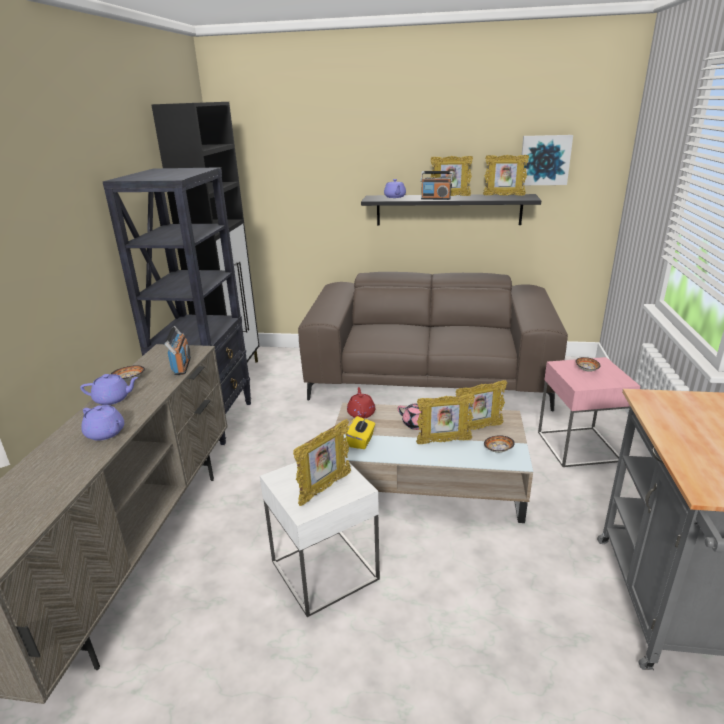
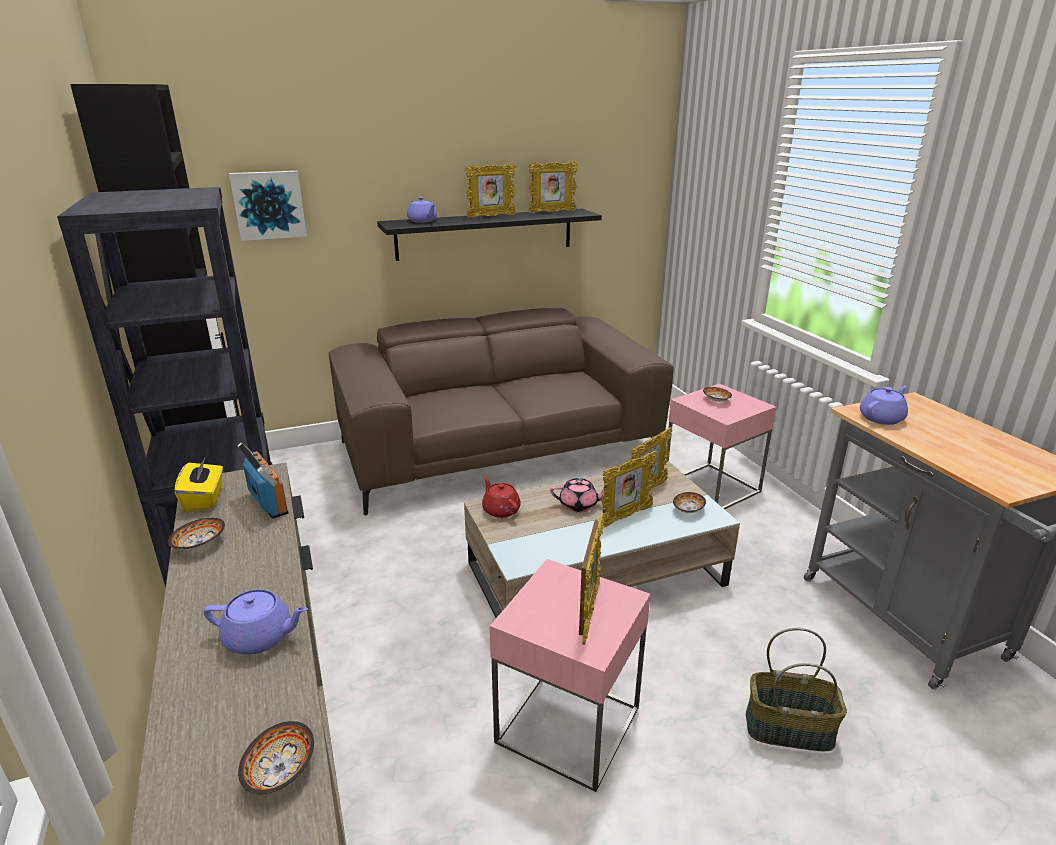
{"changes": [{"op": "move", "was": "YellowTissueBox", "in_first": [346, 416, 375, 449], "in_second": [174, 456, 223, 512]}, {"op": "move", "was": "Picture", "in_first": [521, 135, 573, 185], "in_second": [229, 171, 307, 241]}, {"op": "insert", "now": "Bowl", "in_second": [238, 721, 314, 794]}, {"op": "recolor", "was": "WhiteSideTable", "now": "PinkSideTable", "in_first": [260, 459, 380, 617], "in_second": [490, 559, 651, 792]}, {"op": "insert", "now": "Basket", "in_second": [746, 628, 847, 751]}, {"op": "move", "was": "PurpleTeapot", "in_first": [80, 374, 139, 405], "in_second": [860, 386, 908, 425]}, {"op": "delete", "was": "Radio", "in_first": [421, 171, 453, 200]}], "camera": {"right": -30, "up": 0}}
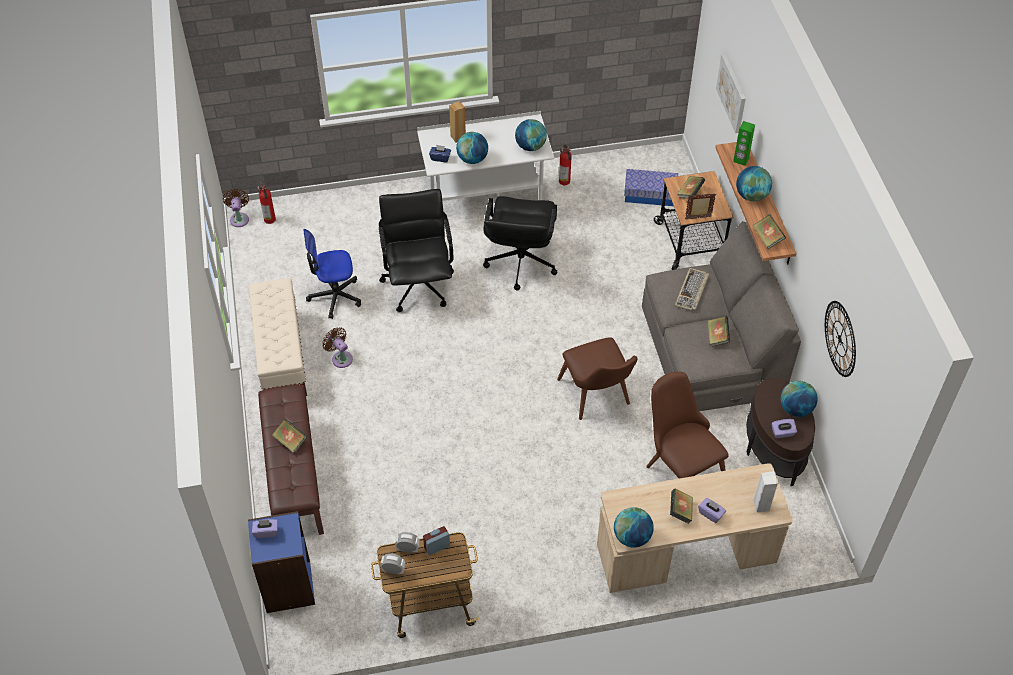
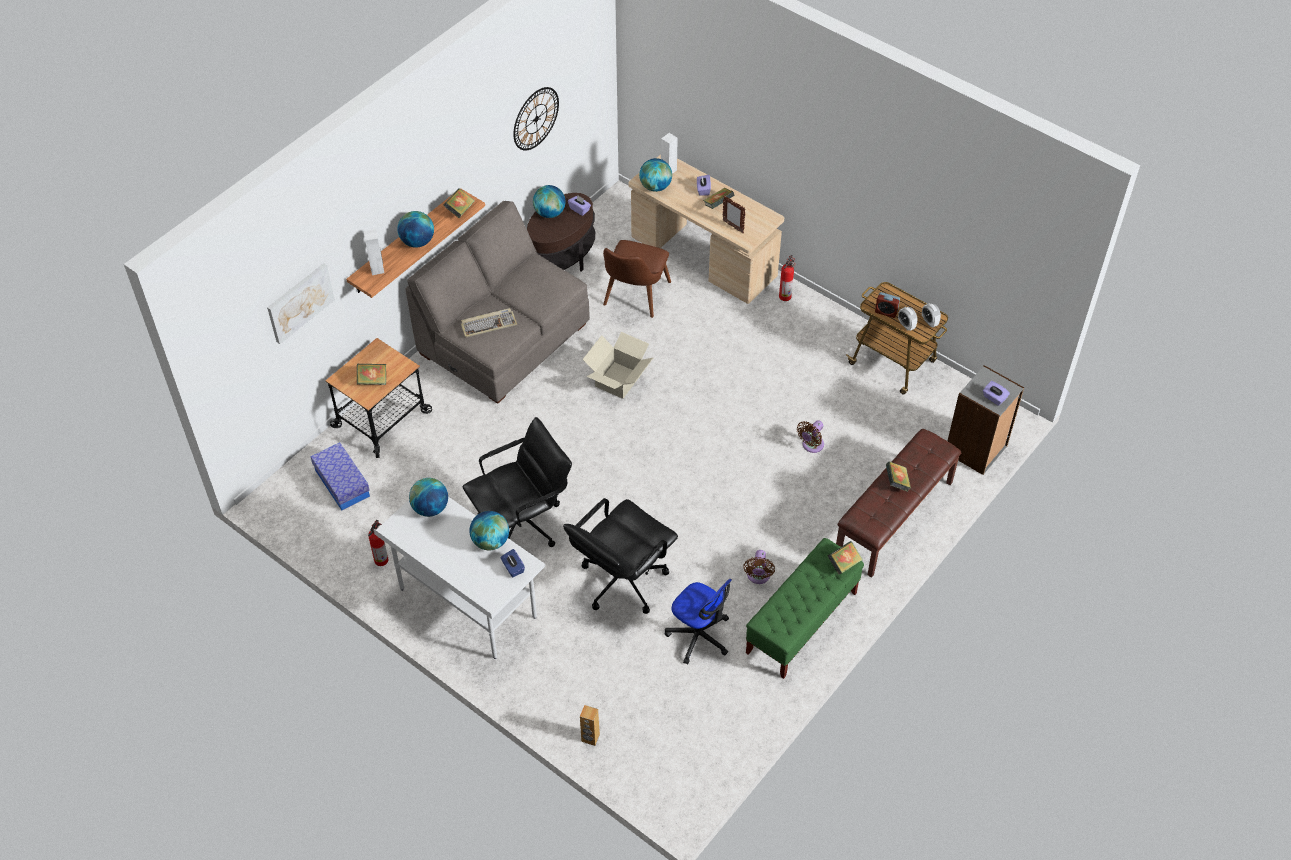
{"changes": [{"op": "recolor", "was": "GreenSpeaker", "now": "WhiteSpeaker", "in_first": [733, 121, 755, 166], "in_second": [364, 229, 384, 275]}, {"op": "move", "was": "BrownSpeaker", "in_first": [449, 101, 466, 142], "in_second": [580, 705, 600, 746]}, {"op": "replace", "was": "BrownChair", "now": "CardboardBox", "in_first": [557, 337, 638, 420], "in_second": [582, 332, 653, 399]}, {"op": "move", "was": "Globe", "in_first": [614, 507, 654, 548], "in_second": [639, 158, 672, 192]}, {"op": "move", "was": "PictureFrame", "in_first": [685, 193, 716, 220], "in_second": [722, 196, 746, 234]}, {"op": "recolor", "was": "BeigeBench", "now": "GreenBench", "in_first": [248, 278, 307, 396], "in_second": [746, 538, 864, 679]}, {"op": "move", "was": "FireExtinguisher", "in_first": [257, 182, 276, 224], "in_second": [779, 255, 795, 301]}, {"op": "move", "was": "BrownFan", "in_first": [223, 188, 249, 227], "in_second": [797, 420, 824, 453]}, {"op": "move", "was": "Book", "in_first": [707, 316, 730, 347], "in_second": [828, 541, 863, 575]}, {"op": "recolor", "was": "BlueBookcase", "now": "GreyBookcase", "in_first": [248, 511, 315, 613], "in_second": [948, 365, 1024, 475]}], "camera": {"right": -130, "up": 0}}
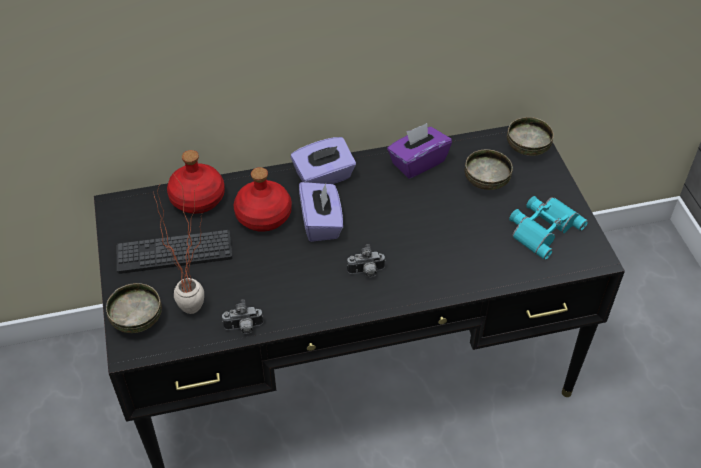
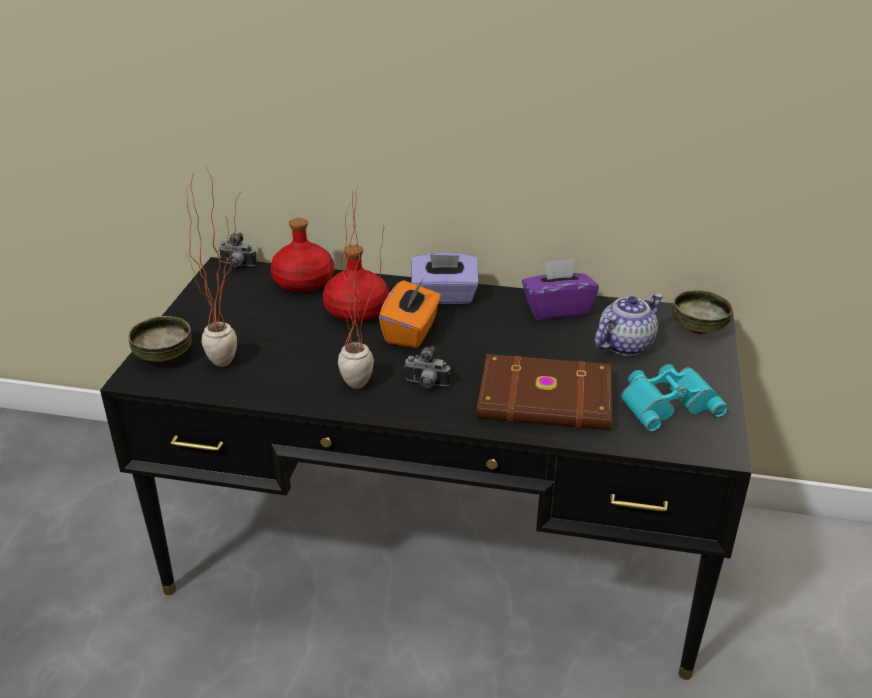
{"changes": [{"op": "move", "was": "PhotoCamera", "in_first": [222, 299, 264, 334], "in_second": [218, 233, 257, 267]}, {"op": "insert", "now": "PottedPlant", "in_second": [328, 185, 384, 389]}, {"op": "recolor", "was": "PurpleTissueBox", "now": "OrangeTissueBox", "in_first": [299, 182, 343, 242], "in_second": [379, 280, 441, 348]}, {"op": "insert", "now": "BrownBook", "in_second": [477, 354, 612, 430]}, {"op": "replace", "was": "Bowl", "now": "Teapot", "in_first": [464, 149, 513, 190], "in_second": [595, 294, 663, 356]}, {"op": "delete", "was": "Keyboard", "in_first": [117, 230, 233, 274]}], "camera": {"right": 25, "up": -15}}
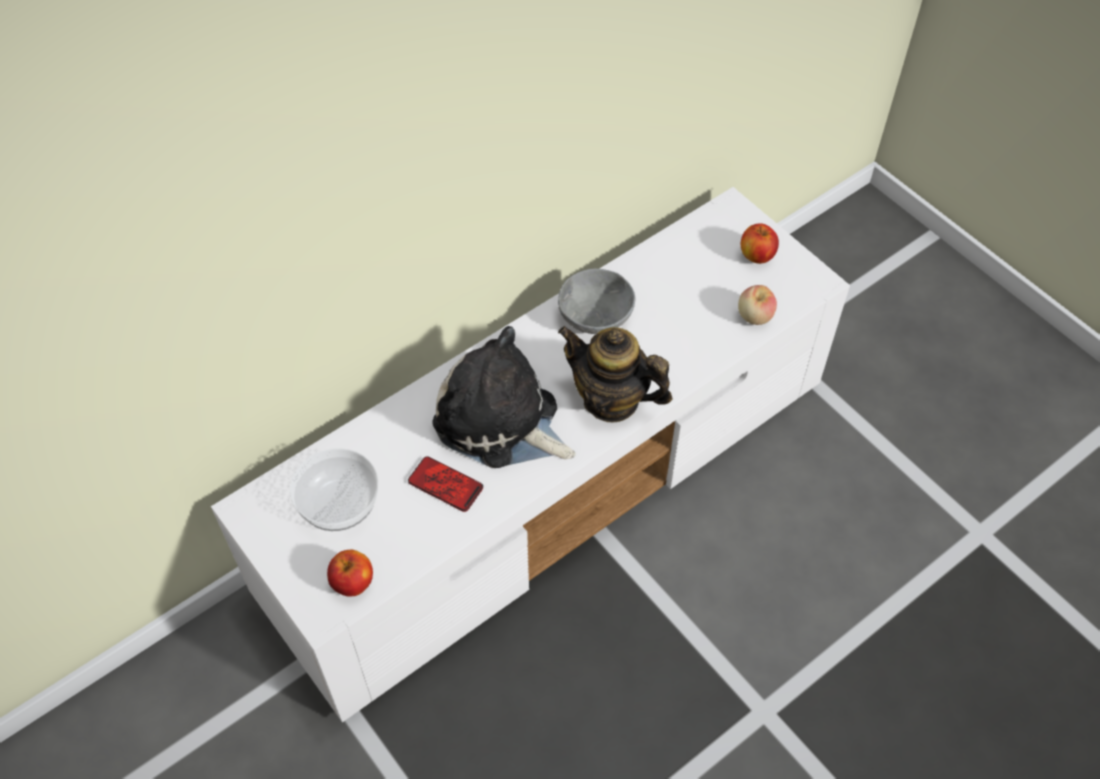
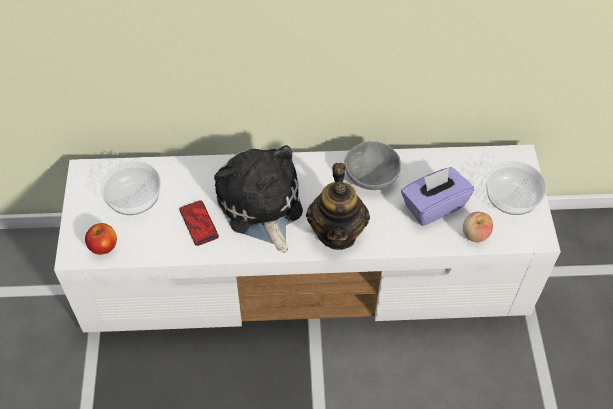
{"changes": [{"op": "rotate", "was": "Teapot", "in_first": [558, 326, 672, 422], "in_second": [306, 163, 370, 250], "clockwise": -150}, {"op": "insert", "now": "PurpleTissueBox", "in_second": [401, 167, 474, 226]}, {"op": "replace", "was": "Apple", "now": "Bowl", "in_first": [741, 223, 779, 264], "in_second": [486, 161, 547, 215]}], "camera": {"right": 35, "up": 0}}
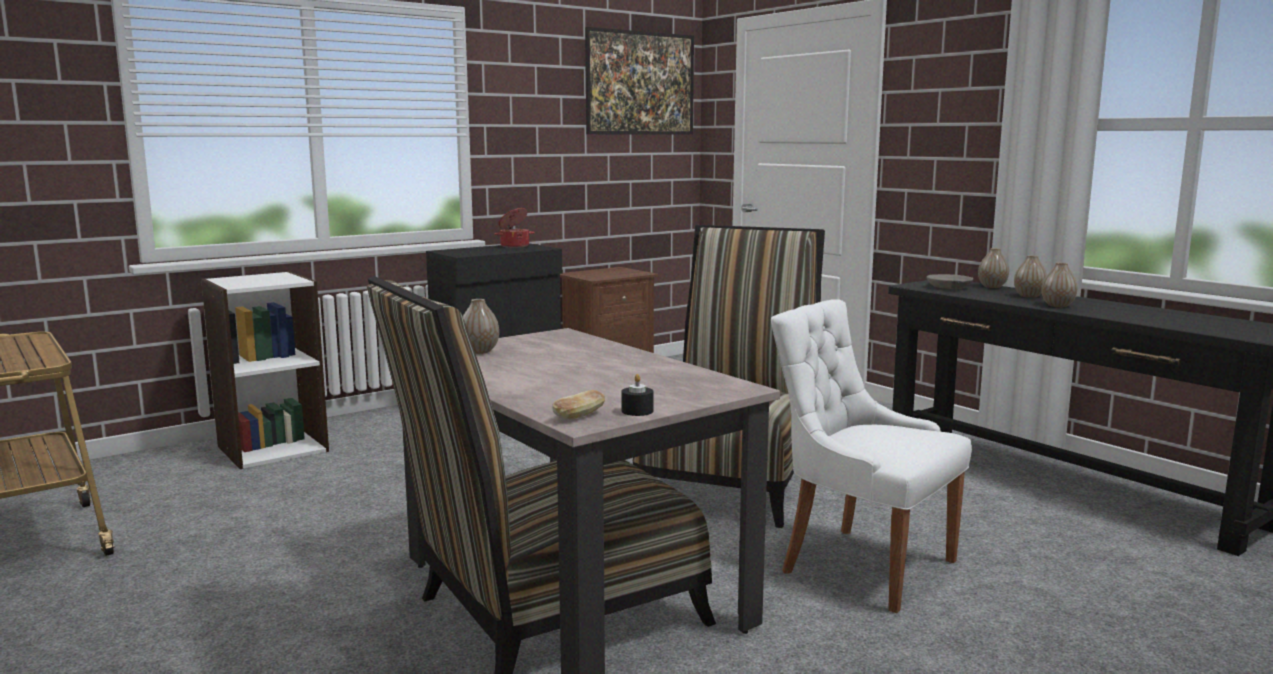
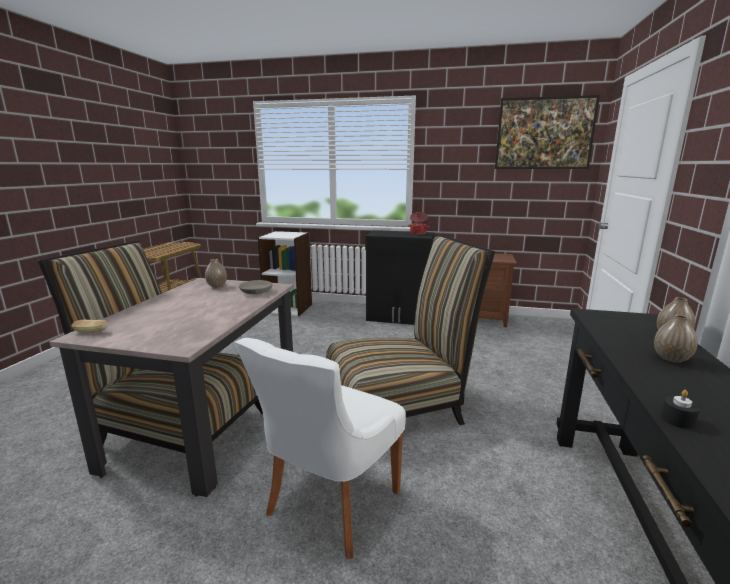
{"changes": [{"op": "rotate", "was": "WhiteChair", "in_first": [771, 299, 972, 613], "in_second": [235, 338, 406, 559], "clockwise": -150}, {"op": "move", "was": "GreyBowl", "in_first": [927, 274, 973, 289], "in_second": [238, 280, 272, 294]}, {"op": "move", "was": "BlackCandle", "in_first": [621, 374, 653, 416], "in_second": [661, 390, 700, 429]}, {"op": "delete", "was": "Vase", "in_first": [1042, 262, 1077, 307]}], "camera": {"right": 50, "up": 5}}
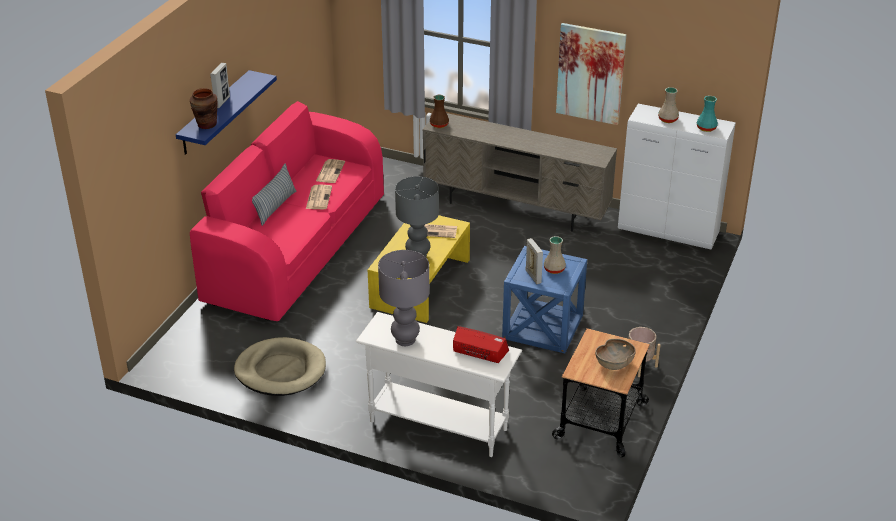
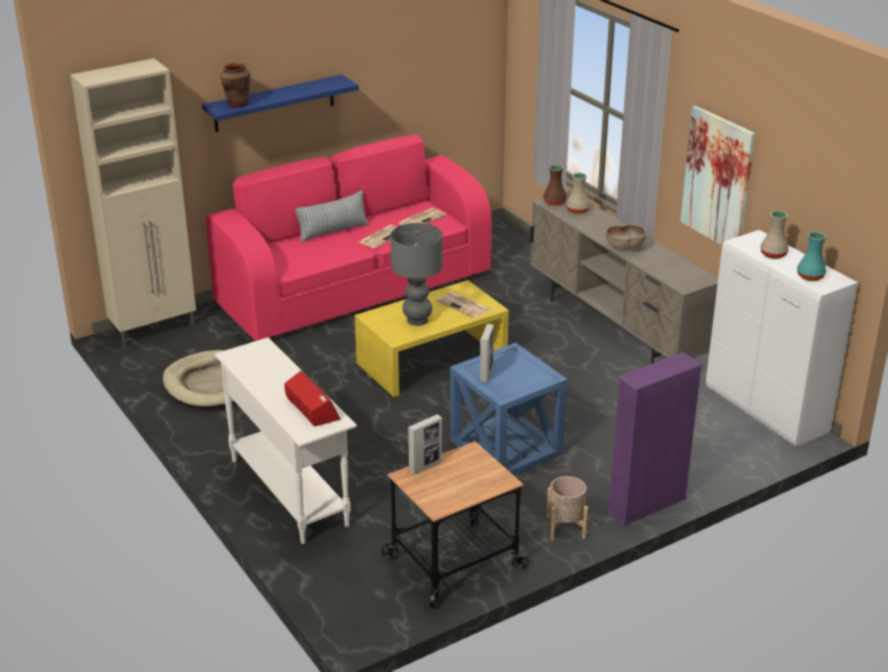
{"changes": [{"op": "insert", "now": "BeigeCabinet", "in_second": [70, 58, 196, 346]}, {"op": "move", "was": "PictureFrame", "in_first": [210, 63, 230, 108], "in_second": [408, 414, 442, 474]}, {"op": "move", "was": "BeigeVase", "in_first": [544, 236, 566, 274], "in_second": [566, 173, 590, 214]}, {"op": "move", "was": "BrownBowl", "in_first": [595, 339, 636, 370], "in_second": [606, 224, 646, 250]}, {"op": "insert", "now": "PurpleBookcase", "in_second": [606, 352, 703, 526]}, {"op": "delete", "was": "GreyTableLamp", "in_first": [378, 250, 430, 346]}], "camera": {"right": 35, "up": -5}}
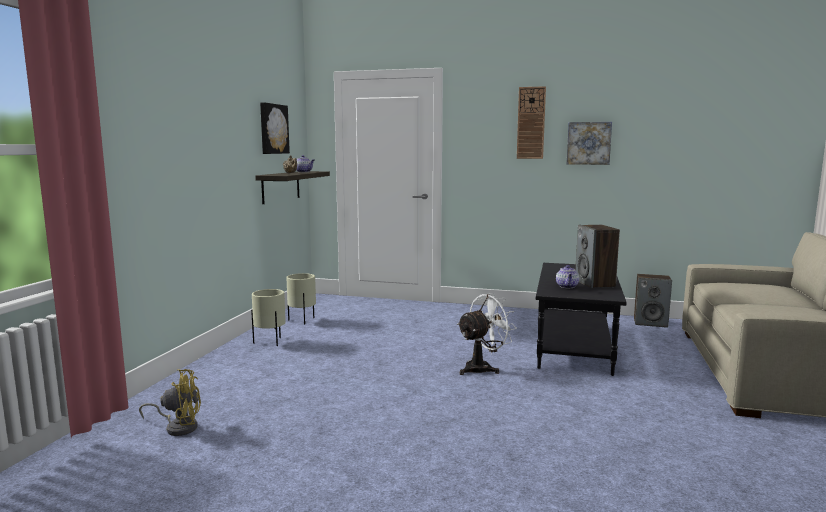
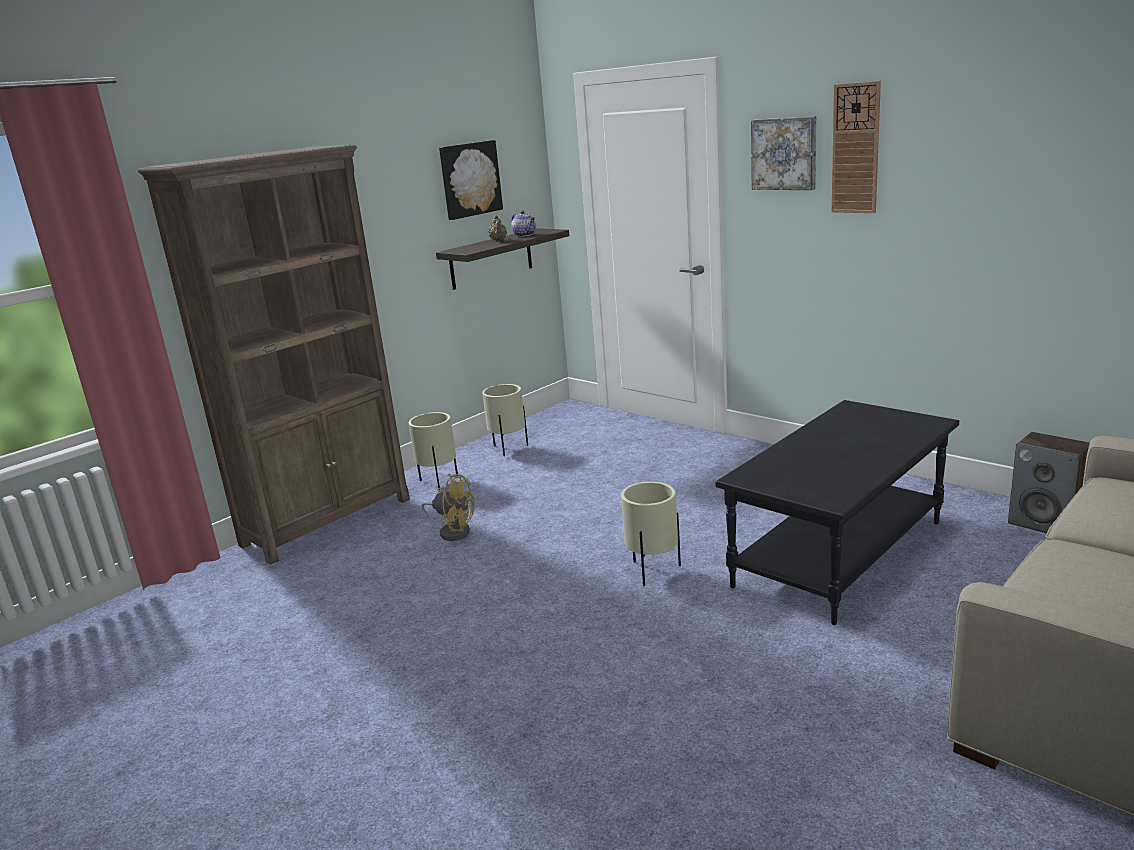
{"changes": [{"op": "insert", "now": "BrownBookcase", "in_second": [138, 145, 410, 565]}, {"op": "move", "was": "YellowFan", "in_first": [139, 369, 201, 436], "in_second": [422, 474, 475, 541]}, {"op": "replace", "was": "WhiteFan", "now": "BeigePlanter", "in_first": [457, 293, 517, 375], "in_second": [621, 482, 681, 586]}, {"op": "move", "was": "Picture", "in_first": [567, 122, 612, 165], "in_second": [751, 116, 816, 190]}, {"op": "delete", "was": "Teapot", "in_first": [556, 265, 579, 288]}, {"op": "delete", "was": "Speaker", "in_first": [575, 225, 620, 288]}], "camera": {"right": 30, "up": 10}}
